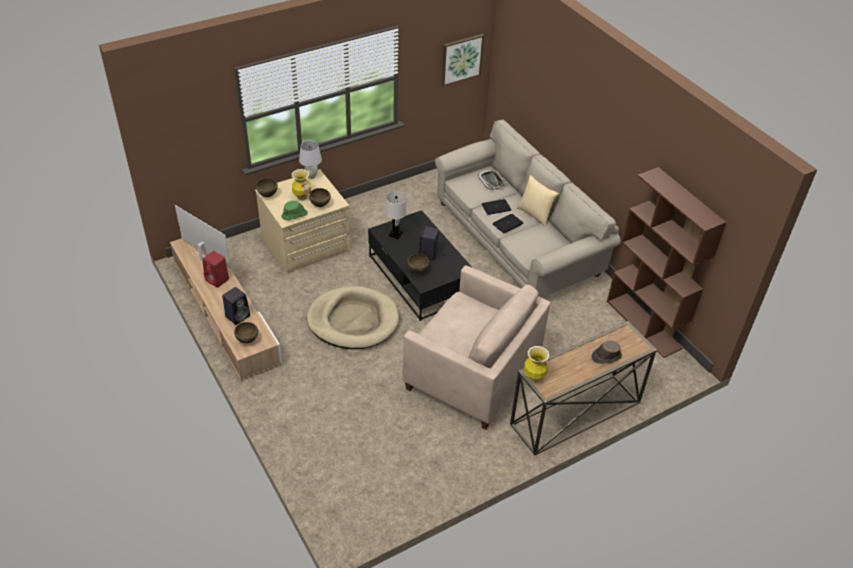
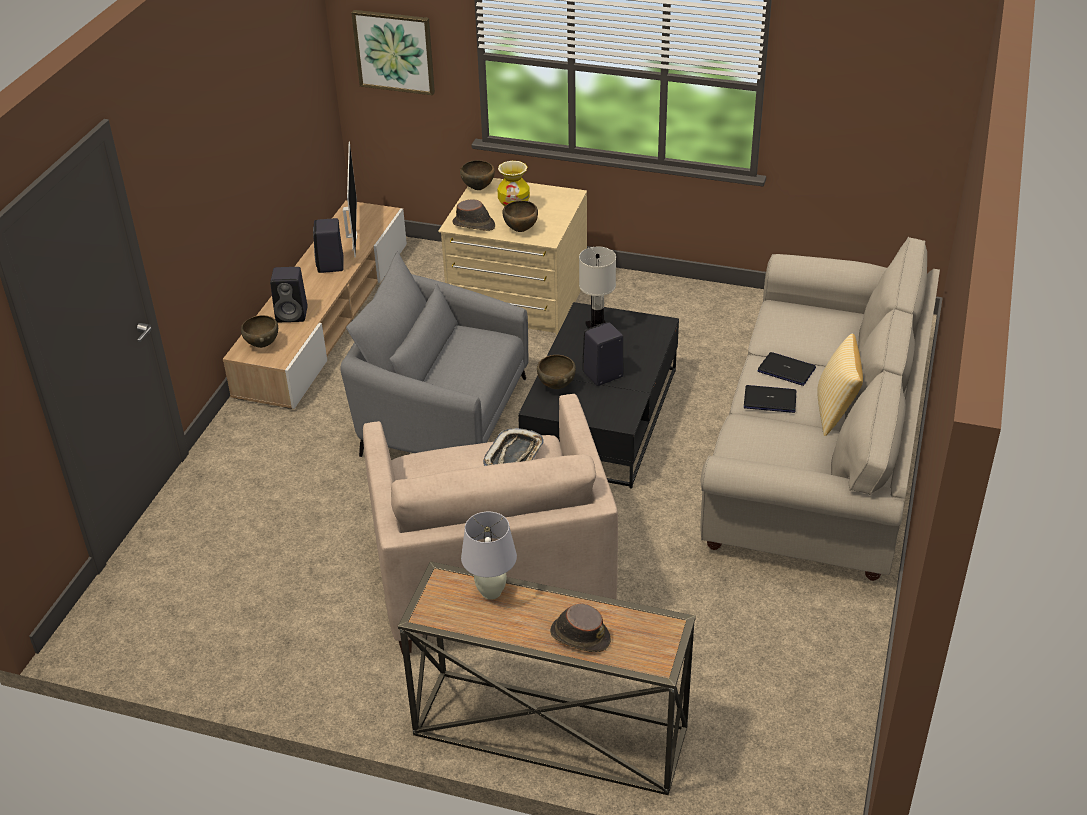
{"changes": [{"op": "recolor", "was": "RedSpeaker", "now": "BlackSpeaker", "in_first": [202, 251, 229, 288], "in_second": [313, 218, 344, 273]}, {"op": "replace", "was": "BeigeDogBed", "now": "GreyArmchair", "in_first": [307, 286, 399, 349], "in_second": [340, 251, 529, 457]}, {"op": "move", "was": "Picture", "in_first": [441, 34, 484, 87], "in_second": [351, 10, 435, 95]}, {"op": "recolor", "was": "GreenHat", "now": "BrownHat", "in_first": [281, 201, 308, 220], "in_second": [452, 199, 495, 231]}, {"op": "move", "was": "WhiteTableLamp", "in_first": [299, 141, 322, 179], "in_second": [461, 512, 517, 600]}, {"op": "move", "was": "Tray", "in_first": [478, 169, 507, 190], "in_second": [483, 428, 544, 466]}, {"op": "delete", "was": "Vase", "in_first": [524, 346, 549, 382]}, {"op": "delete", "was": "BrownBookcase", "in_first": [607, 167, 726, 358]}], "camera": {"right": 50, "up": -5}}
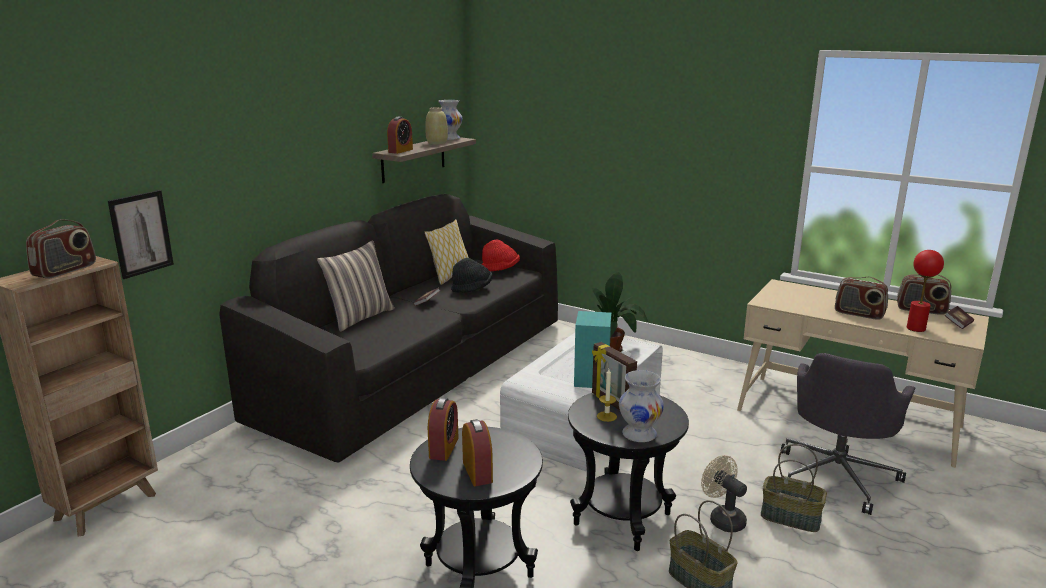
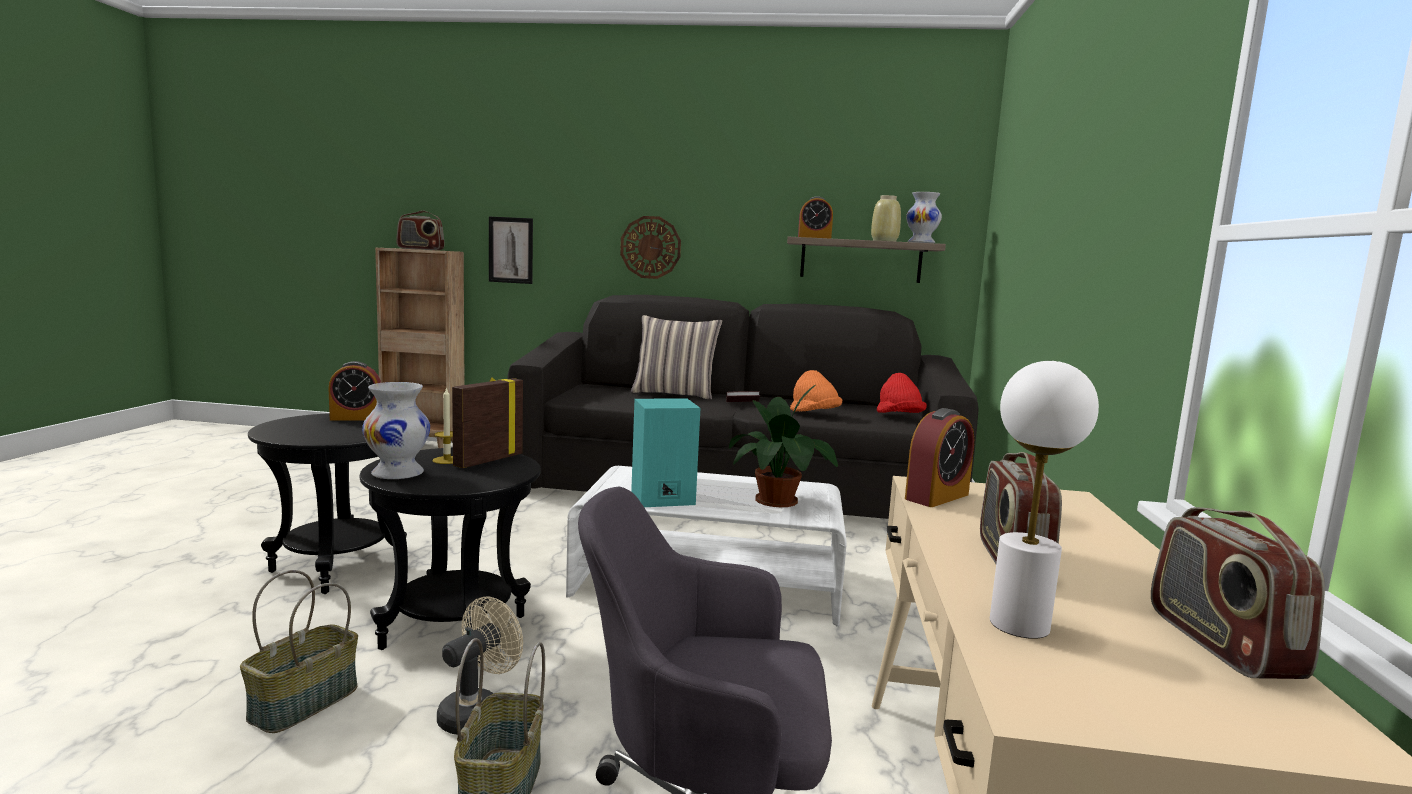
{"changes": [{"op": "insert", "now": "WallClock", "in_second": [620, 216, 681, 279]}, {"op": "recolor", "was": "BlackHat", "now": "OrangeHat", "in_first": [451, 258, 493, 293], "in_second": [790, 370, 842, 412]}, {"op": "move", "was": "AlarmClock", "in_first": [462, 419, 493, 486], "in_second": [905, 408, 974, 507]}, {"op": "recolor", "was": "RedTableLamp", "now": "WhiteTableLamp", "in_first": [907, 250, 944, 332], "in_second": [990, 361, 1099, 639]}, {"op": "delete", "was": "Pillow", "in_first": [424, 219, 469, 285]}, {"op": "delete", "was": "Book", "in_first": [945, 306, 974, 329]}], "camera": {"right": 65, "up": -10}}
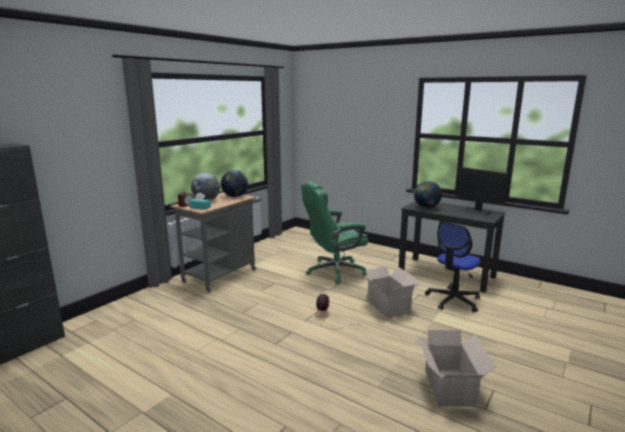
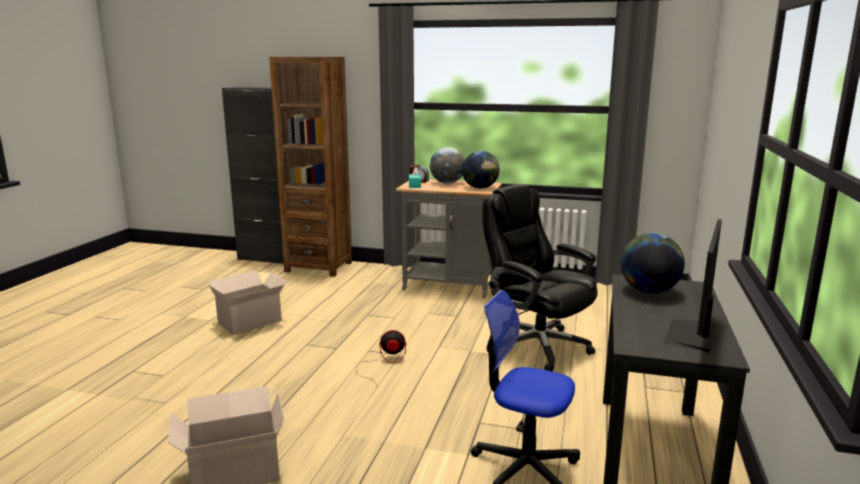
{"changes": [{"op": "move", "was": "CardboardBox", "in_first": [362, 266, 421, 319], "in_second": [209, 270, 287, 335]}, {"op": "insert", "now": "BrownBookcase", "in_second": [269, 57, 352, 277]}, {"op": "recolor", "was": "GreenOfficeChair", "now": "BlackOfficeChair", "in_first": [301, 181, 368, 284], "in_second": [482, 184, 598, 371]}], "camera": {"right": 70, "up": 0}}
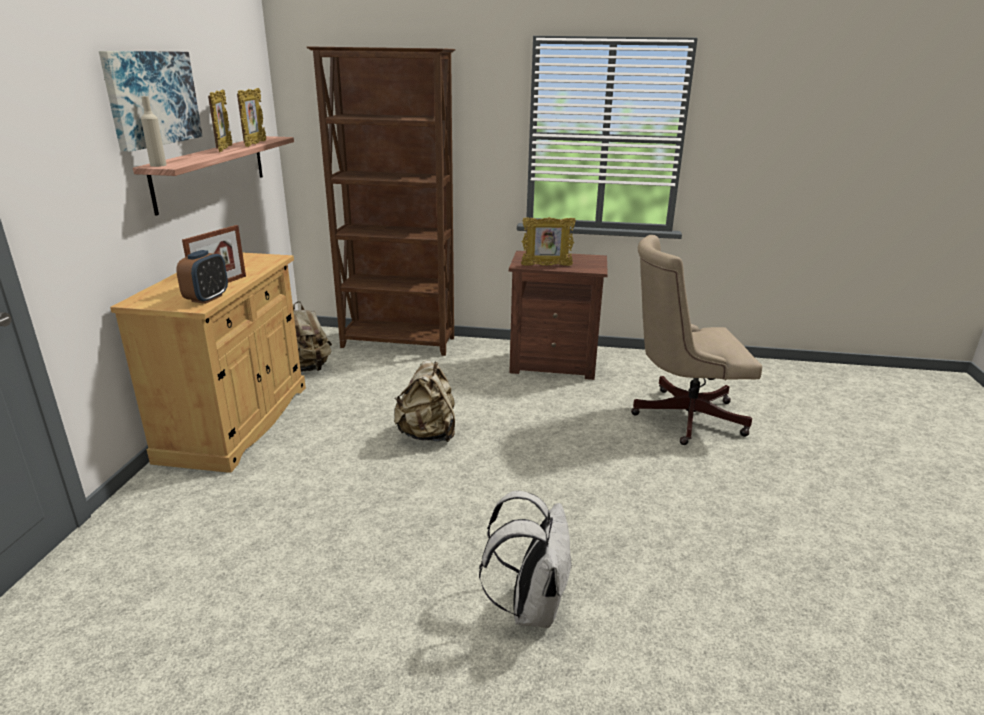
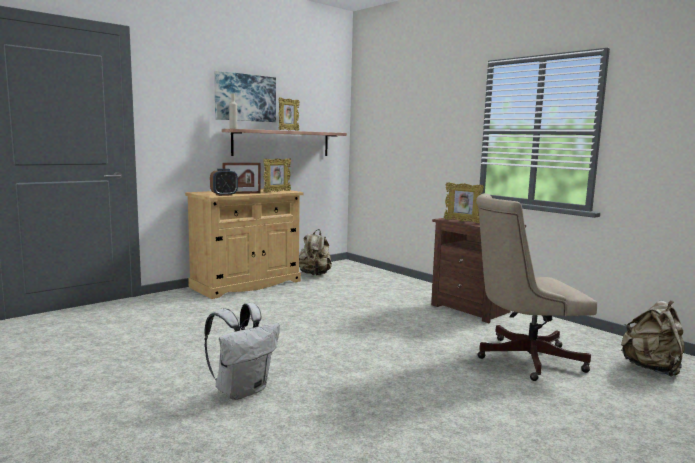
{"changes": [{"op": "move", "was": "PictureFrame", "in_first": [237, 88, 266, 147], "in_second": [263, 158, 291, 192]}, {"op": "rotate", "was": "BeigeOfficeChair", "in_first": [631, 235, 762, 445], "in_second": [476, 193, 597, 381], "clockwise": -45}, {"op": "move", "was": "BeigeBackpack", "in_first": [394, 361, 455, 442], "in_second": [621, 300, 685, 377]}, {"op": "delete", "was": "BrownBookcase", "in_first": [307, 46, 456, 356]}], "camera": {"right": 40, "up": -15}}
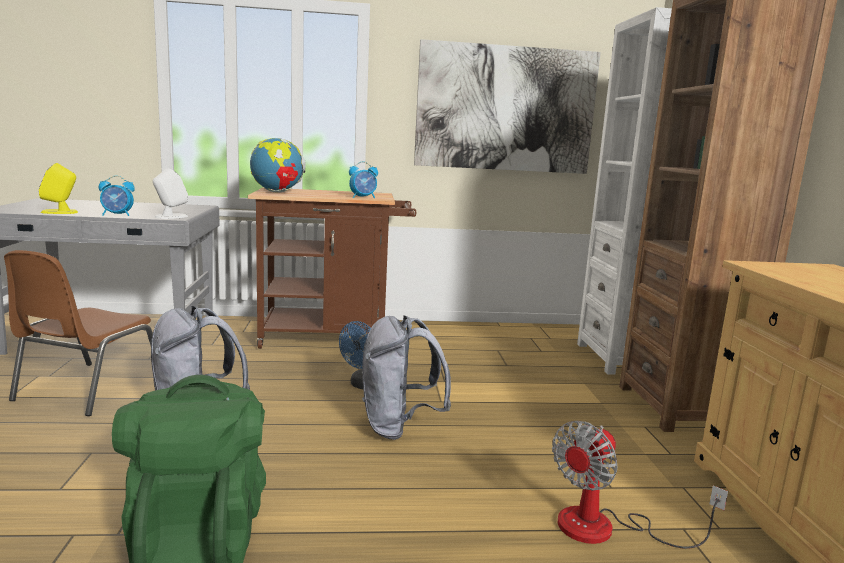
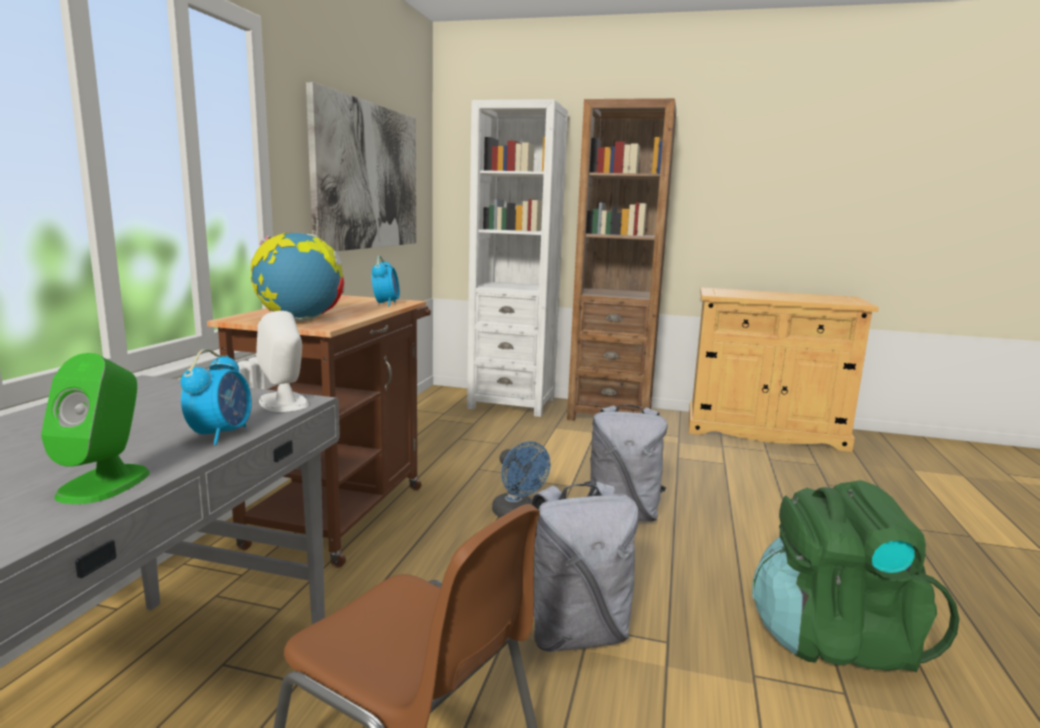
{"changes": [{"op": "recolor", "was": "YellowSpeaker", "now": "GreenSpeaker", "in_first": [39, 163, 78, 214], "in_second": [41, 353, 150, 504]}, {"op": "delete", "was": "Fan", "in_first": [552, 421, 728, 549]}], "camera": {"right": -70, "up": 0}}
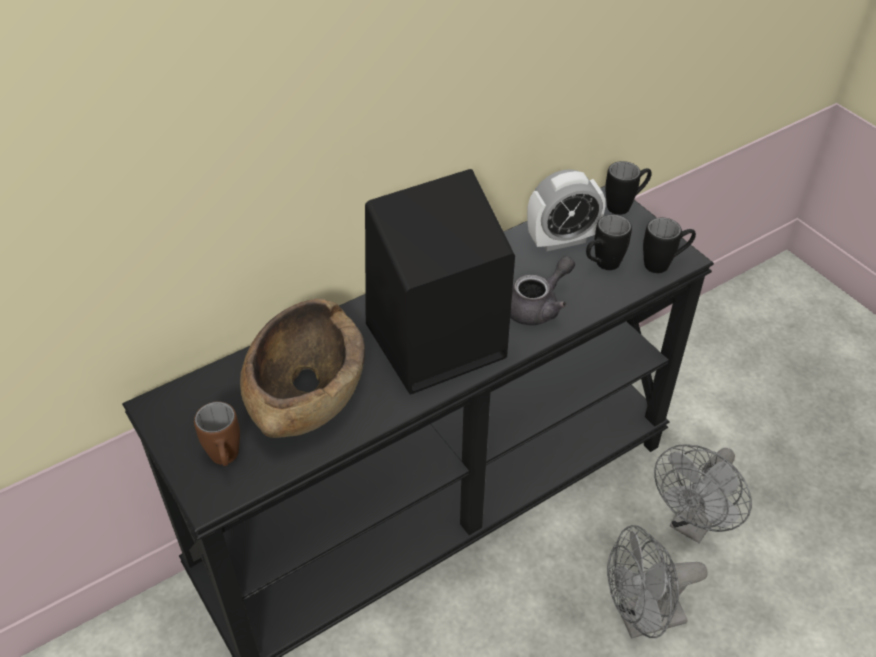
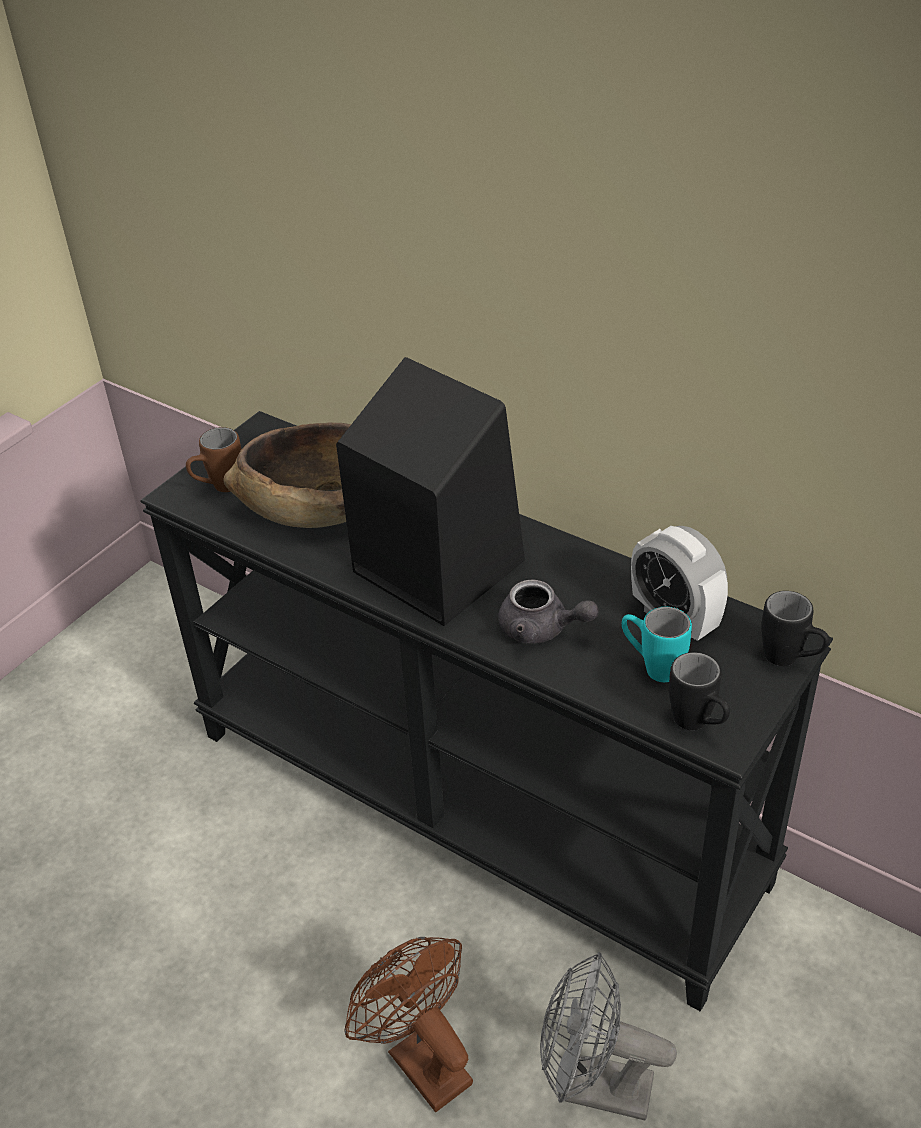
{"changes": [{"op": "recolor", "was": "GreyFan", "now": "BrownFan", "in_first": [607, 525, 708, 639], "in_second": [344, 937, 473, 1112]}, {"op": "recolor", "was": "BlackMug", "now": "TurquoiseMug", "in_first": [586, 215, 632, 270], "in_second": [622, 607, 692, 682]}], "camera": {"right": 70, "up": -5}}
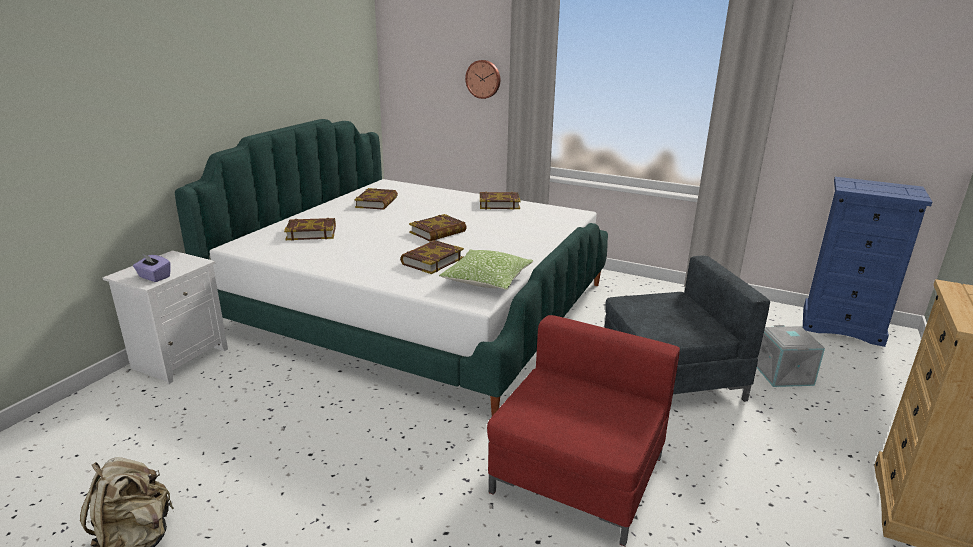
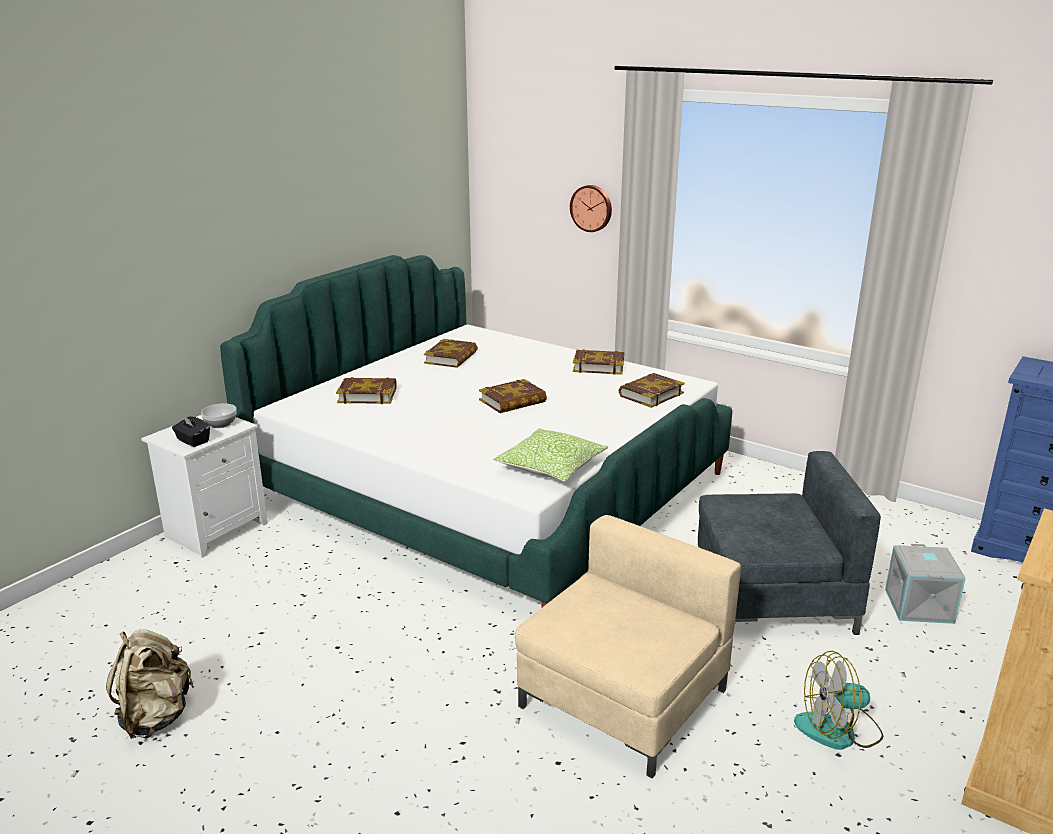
{"changes": [{"op": "recolor", "was": "PurpleTissueBox", "now": "BlackTissueBox", "in_first": [133, 254, 171, 282], "in_second": [172, 416, 210, 447]}, {"op": "insert", "now": "Bowl", "in_second": [201, 403, 237, 428]}, {"op": "recolor", "was": "RedArmchair", "now": "BeigeArmchair", "in_first": [487, 315, 680, 547], "in_second": [515, 515, 741, 779]}, {"op": "move", "was": "Book", "in_first": [400, 240, 464, 274], "in_second": [618, 373, 685, 408]}, {"op": "insert", "now": "Fan", "in_second": [794, 651, 883, 750]}], "camera": {"right": 10, "up": 0}}
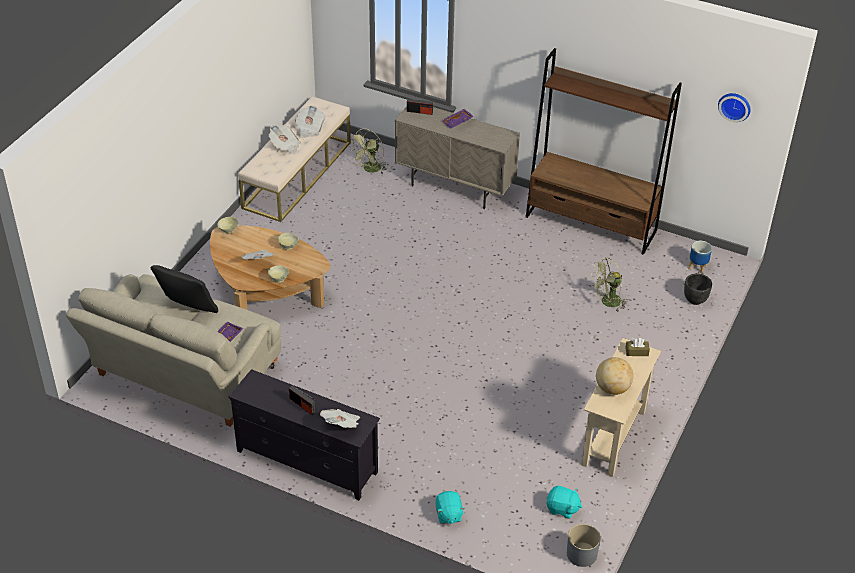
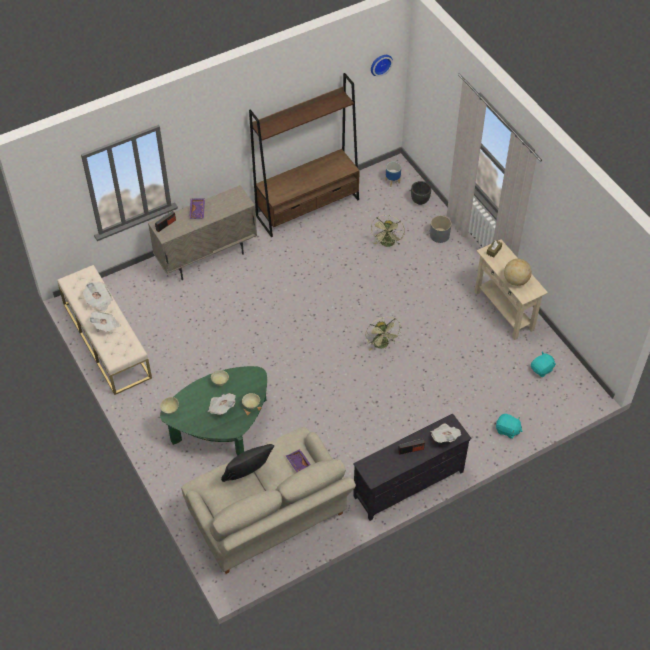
{"changes": [{"op": "recolor", "was": "BrownCoffeeTable", "now": "GreenCoffeeTable", "in_first": [210, 225, 330, 310], "in_second": [160, 366, 267, 456]}, {"op": "move", "was": "GreenFan", "in_first": [349, 129, 387, 174], "in_second": [366, 317, 401, 350]}, {"op": "move", "was": "GreyPlanter", "in_first": [567, 524, 601, 567], "in_second": [430, 216, 452, 243]}], "camera": {"right": -55, "up": 10}}
